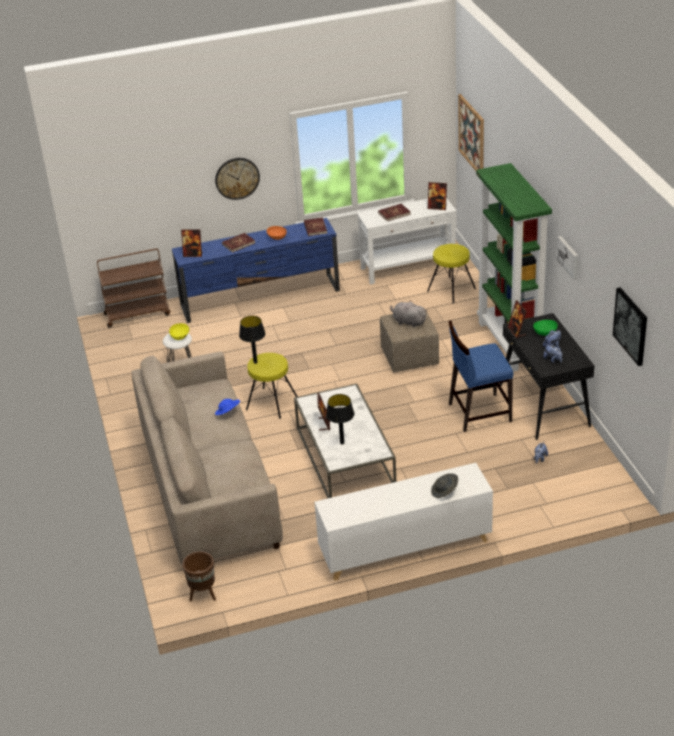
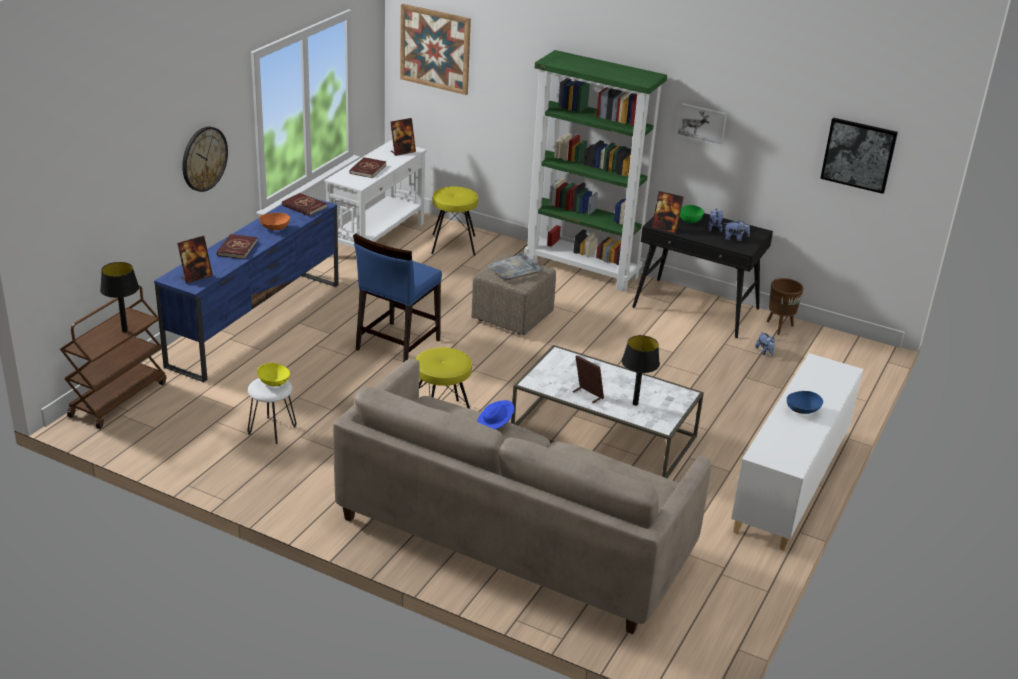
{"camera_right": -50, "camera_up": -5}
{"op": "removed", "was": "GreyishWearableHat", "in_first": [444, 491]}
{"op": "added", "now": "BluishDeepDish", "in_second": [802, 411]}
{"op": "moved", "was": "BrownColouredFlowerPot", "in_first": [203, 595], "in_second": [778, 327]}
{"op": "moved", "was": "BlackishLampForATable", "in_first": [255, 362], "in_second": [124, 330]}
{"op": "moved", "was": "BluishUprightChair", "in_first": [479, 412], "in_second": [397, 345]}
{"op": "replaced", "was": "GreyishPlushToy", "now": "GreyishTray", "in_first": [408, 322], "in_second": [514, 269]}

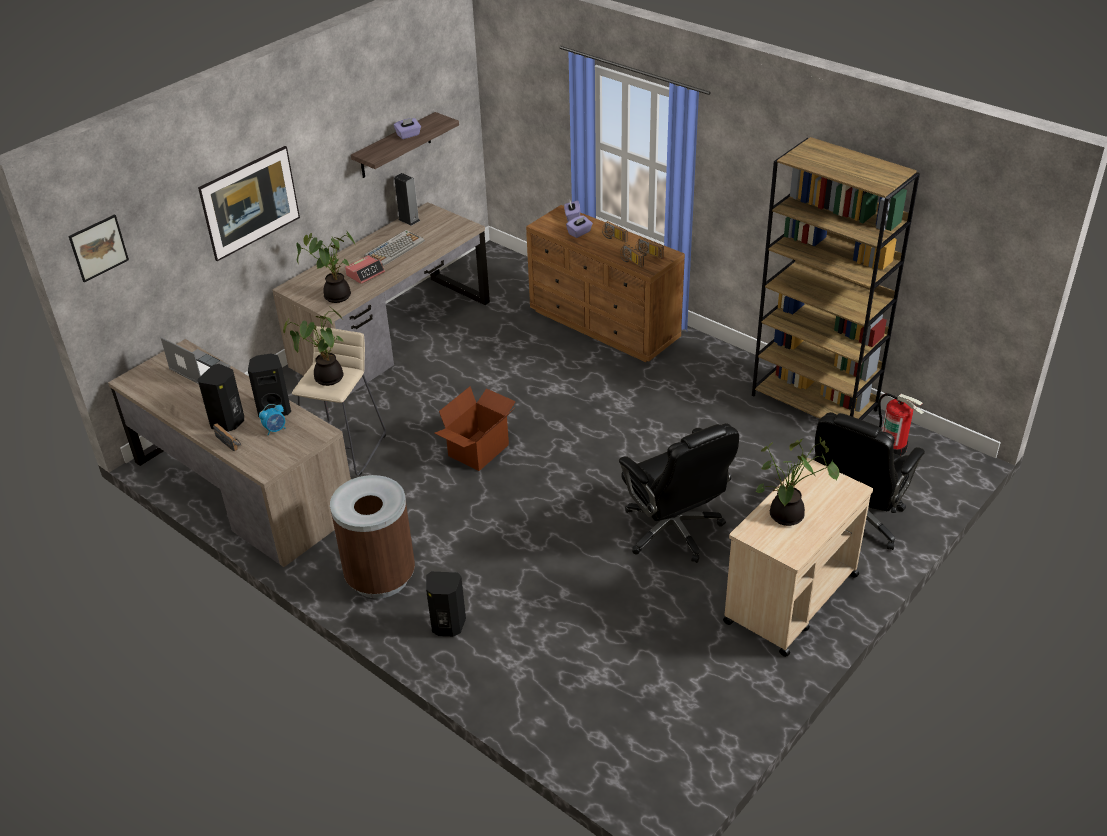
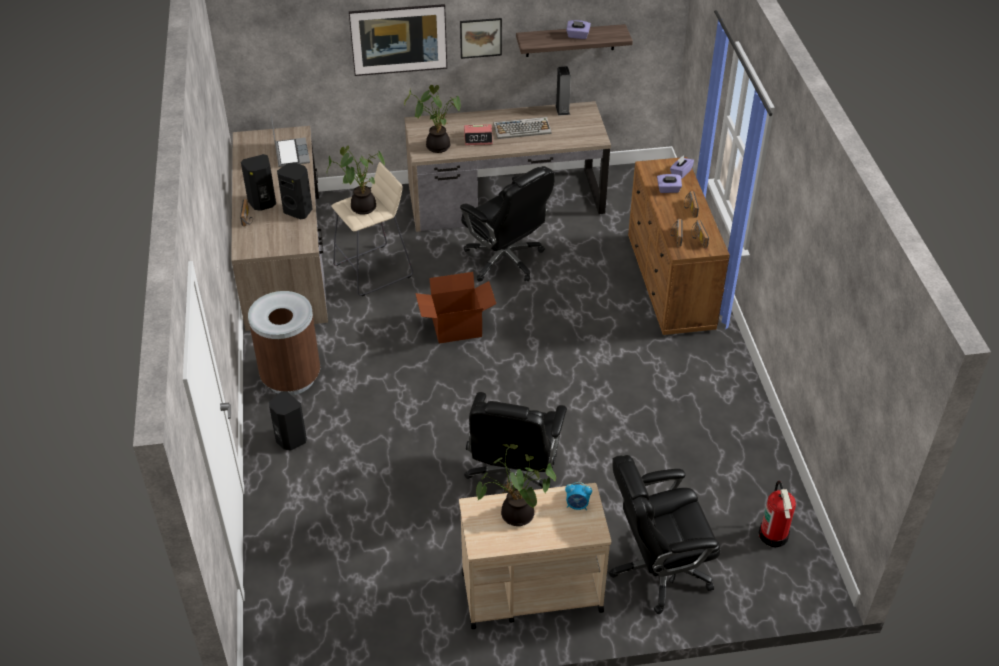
{"camera_right": 40, "camera_up": 5}
{"op": "removed", "was": "BrownColouredBookcase", "in_first": [815, 403]}
{"op": "added", "now": "BlackishOfficeChair", "in_second": [505, 260]}
{"op": "moved", "was": "WallArt", "in_first": [98, 248], "in_second": [481, 37]}
{"op": "moved", "was": "BedsideClock", "in_first": [275, 429], "in_second": [577, 505]}

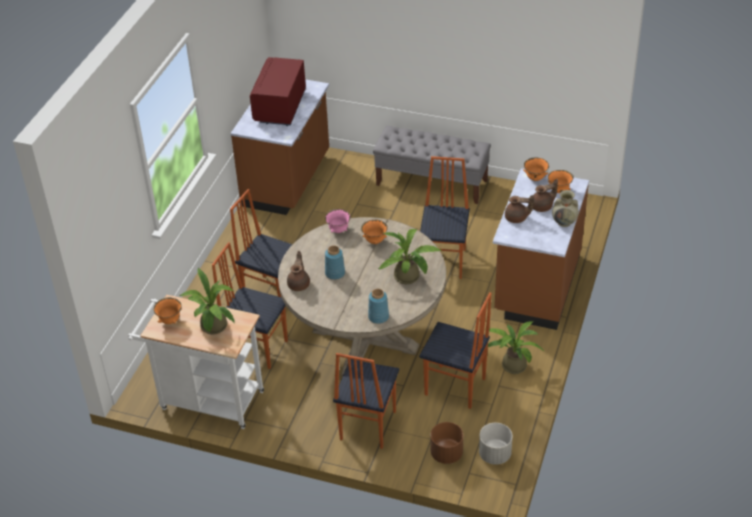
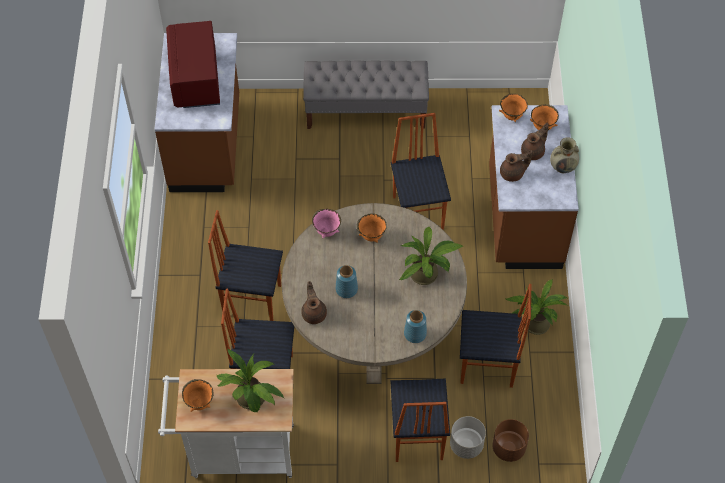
{"camera_right": -20, "camera_up": 15}
{"op": "moved", "was": "GreyishFlowerPot", "in_first": [494, 455], "in_second": [466, 445]}

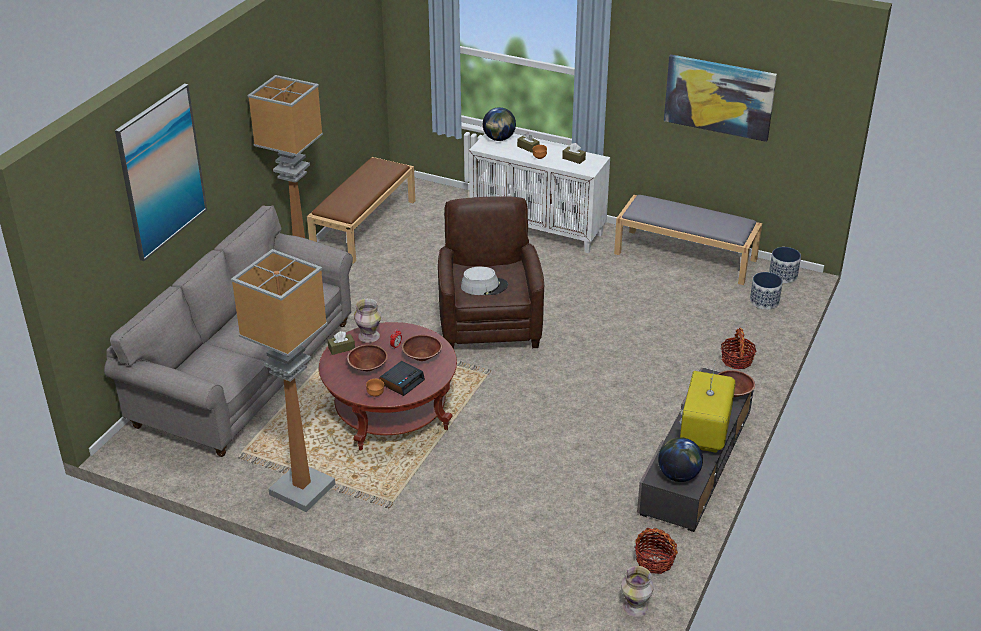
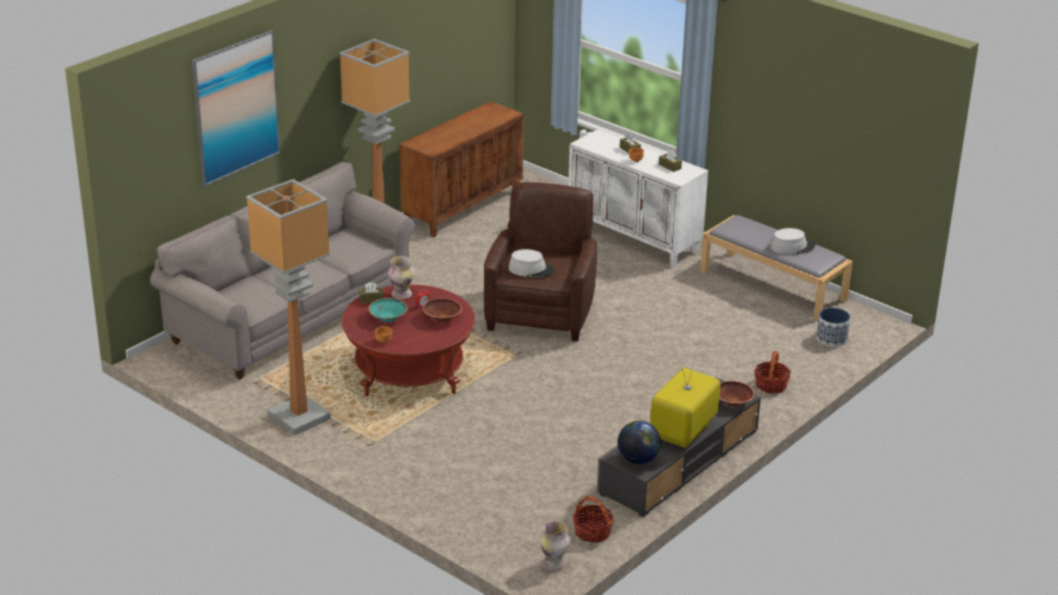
{"camera_right": 15, "camera_up": -5}
{"op": "removed", "was": "BedsideClock", "in_first": [402, 382]}
{"op": "removed", "was": "WorldGlobe", "in_first": [499, 139]}
{"op": "removed", "was": "WallArt", "in_first": [719, 97]}
{"op": "removed", "was": "FlowerPot", "in_first": [783, 275]}
{"op": "added", "now": "GreyishWearableHat", "in_second": [792, 247]}
{"op": "replaced", "was": "BrownColouredBench", "now": "BrownColouredCabinet", "in_first": [364, 225], "in_second": [462, 208]}
{"op": "recoloured", "was": "BrownColouredDeepDish", "now": "BlueGreenDeepDish", "in_first": [368, 366], "in_second": [388, 318]}

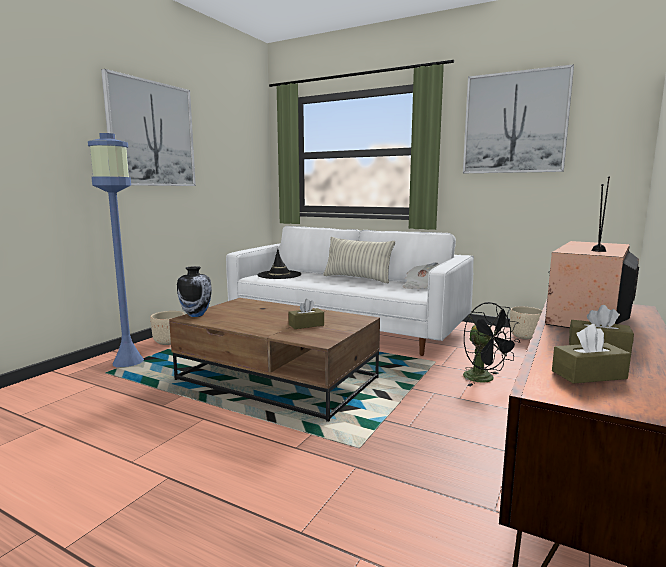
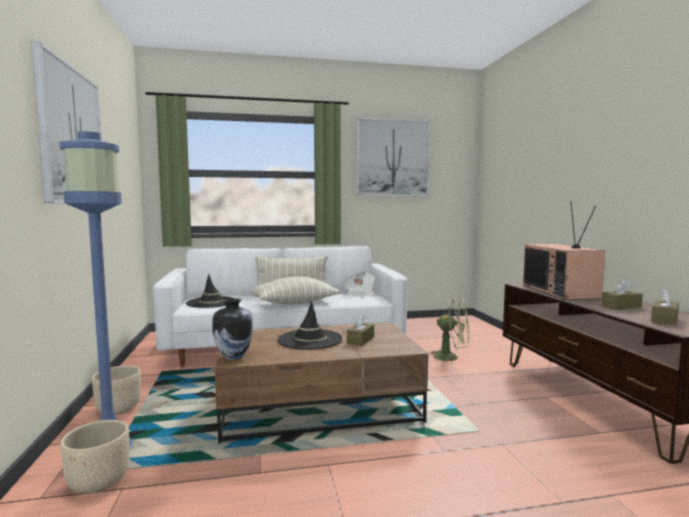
{"camera_right": -40, "camera_up": -5}
{"op": "added", "now": "Pillow", "in_second": [295, 303]}
{"op": "added", "now": "BlackishWearableHat", "in_second": [310, 340]}
{"op": "moved", "was": "BeigeFlowerPot", "in_first": [525, 336], "in_second": [99, 482]}
{"op": "recoloured", "was": "BlackishCoolingFan", "now": "GreenColouredCoolingFan", "in_first": [484, 379], "in_second": [451, 357]}

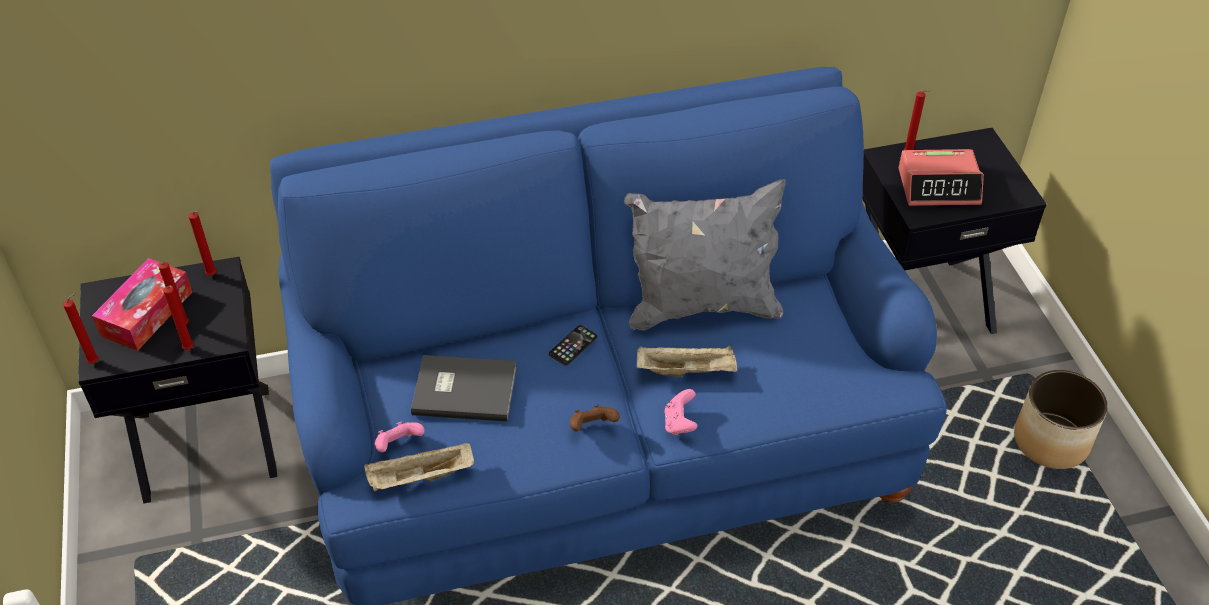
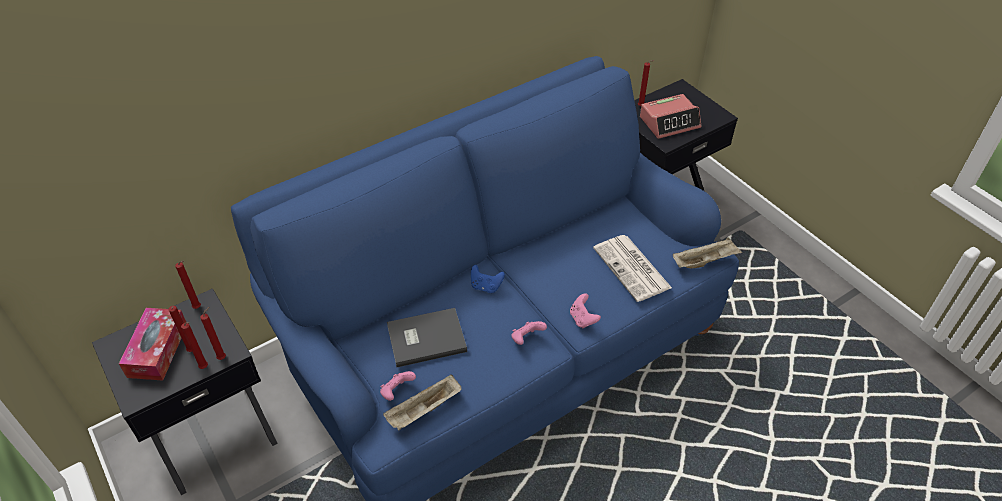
{"camera_right": -20, "camera_up": 0}
{"op": "removed", "was": "GreyishPillow", "in_first": [701, 306]}
{"op": "removed", "was": "FlowerPot", "in_first": [1050, 442]}
{"op": "added", "now": "DailyPaper", "in_second": [633, 269]}
{"op": "moved", "was": "ReddishCandle", "in_first": [96, 362], "in_second": [223, 357]}
{"op": "moved", "was": "BeigeTray", "in_first": [687, 370], "in_second": [705, 261]}
{"op": "replaced", "was": "Telephone", "now": "BluishGameController", "in_first": [573, 345], "in_second": [486, 286]}
{"op": "recoloured", "was": "BrownColouredGameController", "now": "PinkishGameController", "in_first": [592, 427], "in_second": [526, 339]}

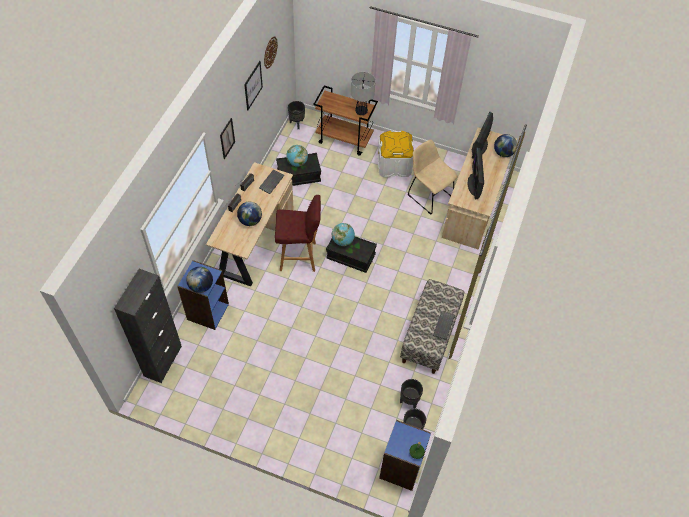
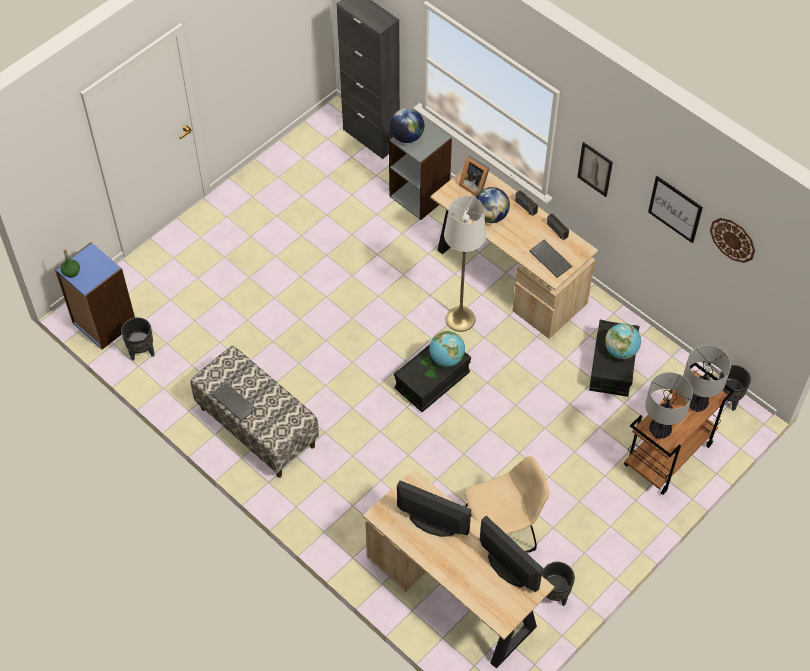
{"camera_right": 115, "camera_up": 0}
{"op": "removed", "was": "WhitishStorageContainer", "in_first": [394, 165]}
{"op": "removed", "was": "WorldGlobe", "in_first": [503, 153]}
{"op": "added", "now": "PhotoFrame", "in_second": [474, 185]}
{"op": "added", "now": "LampForATable", "in_second": [696, 403]}
{"op": "moved", "was": "BlackishFlowerPot", "in_first": [409, 401], "in_second": [553, 595]}
{"op": "replaced", "was": "ReddishStool", "now": "WhitishStandingLamp", "in_first": [299, 257], "in_second": [460, 319]}
{"op": "recoloured", "was": "BluishBookcase", "now": "GreyishBookcase", "in_first": [207, 311], "in_second": [420, 196]}

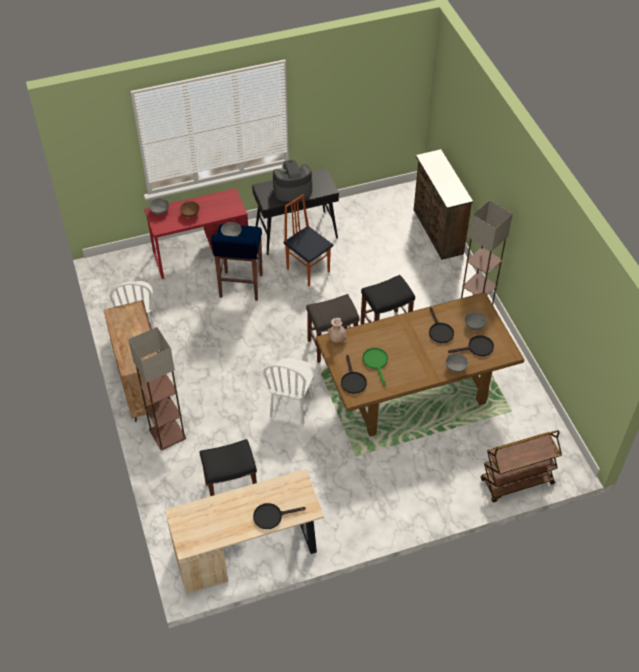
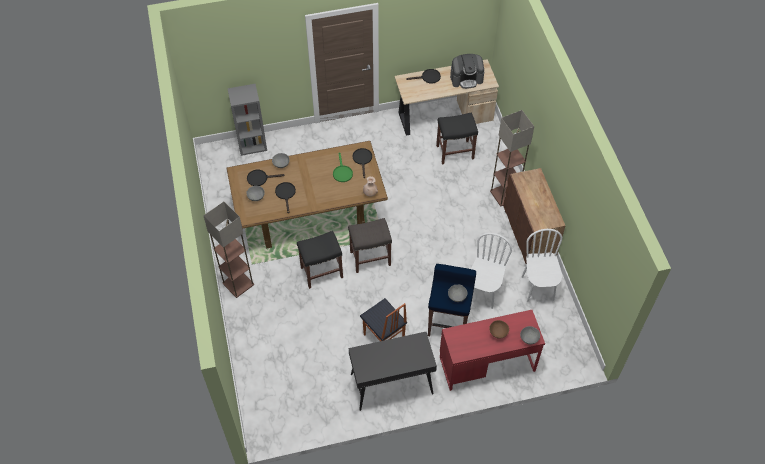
{"camera_right": -175, "camera_up": 5}
{"op": "removed", "was": "BrownColouredChestOfDrawers", "in_first": [437, 232]}
{"op": "moved", "was": "WhitishUprightChair", "in_first": [291, 406], "in_second": [483, 292]}
{"op": "moved", "was": "CoffeeBrewer", "in_first": [292, 190], "in_second": [466, 78]}
{"op": "replaced", "was": "BrownColouredWheeledCart", "now": "GreyishBookcase", "in_first": [516, 482], "in_second": [252, 144]}

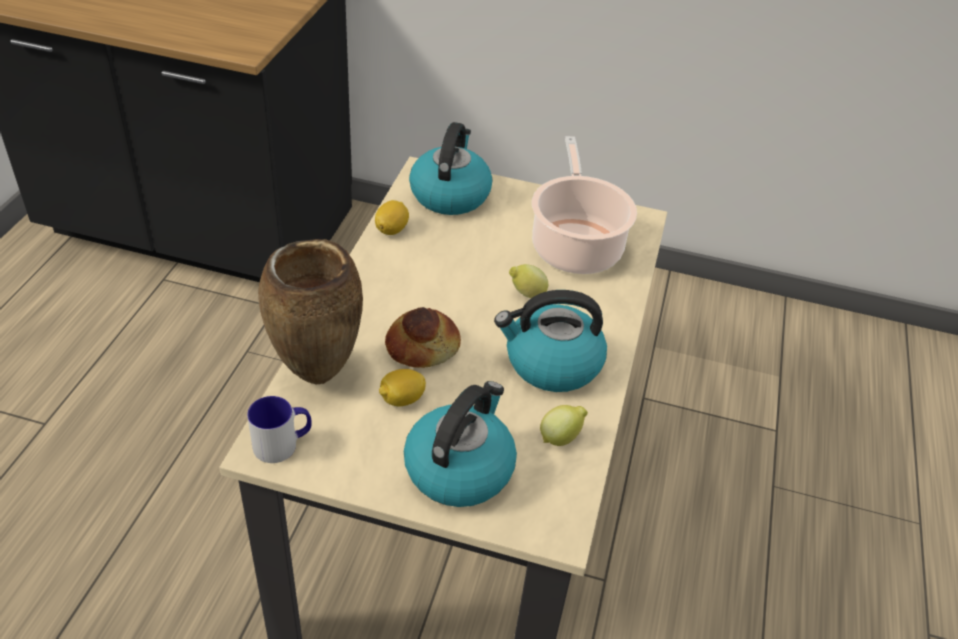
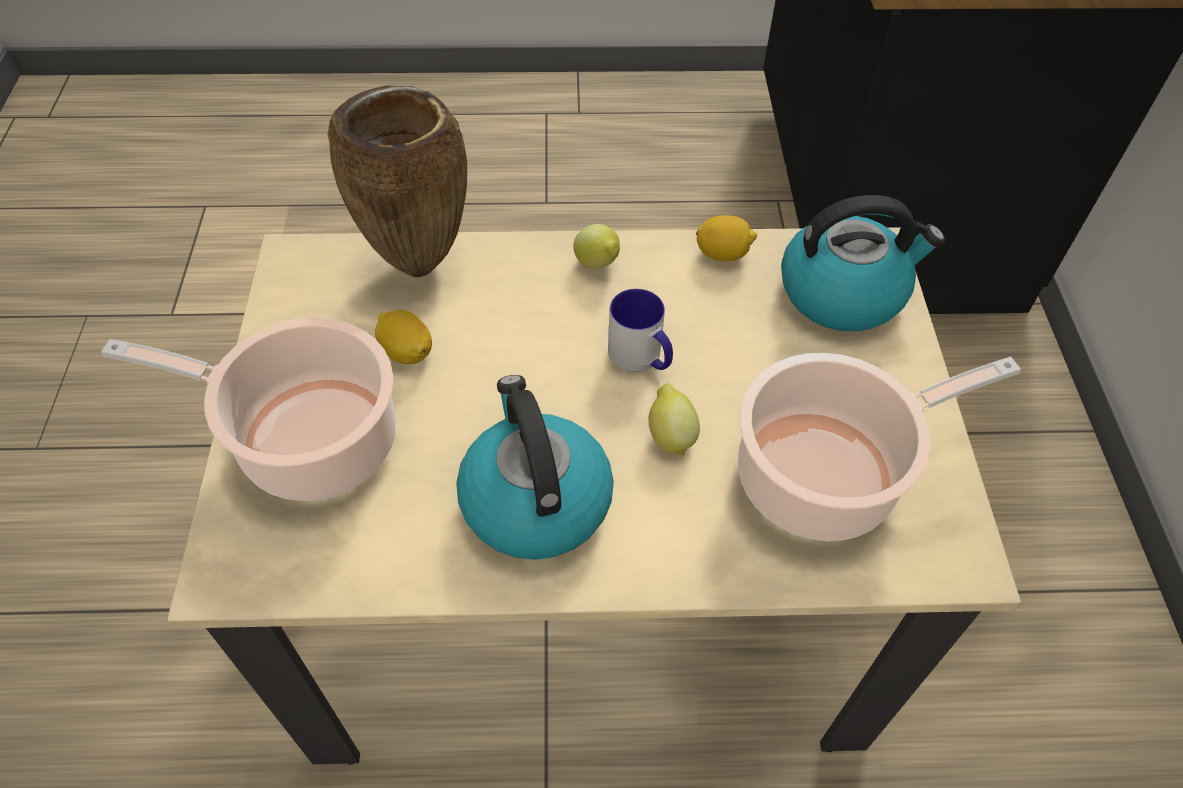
{"camera_right": 75, "camera_up": 10}
{"op": "removed", "was": "BakedBread", "in_first": [422, 346]}
{"op": "moved", "was": "CoffeeMug", "in_first": [283, 444], "in_second": [641, 358]}
{"op": "moved", "was": "WholeLemon", "in_first": [561, 437], "in_second": [598, 265]}
{"op": "replaced", "was": "TeaKettle", "now": "Saucepot", "in_first": [459, 468], "in_second": [308, 440]}

